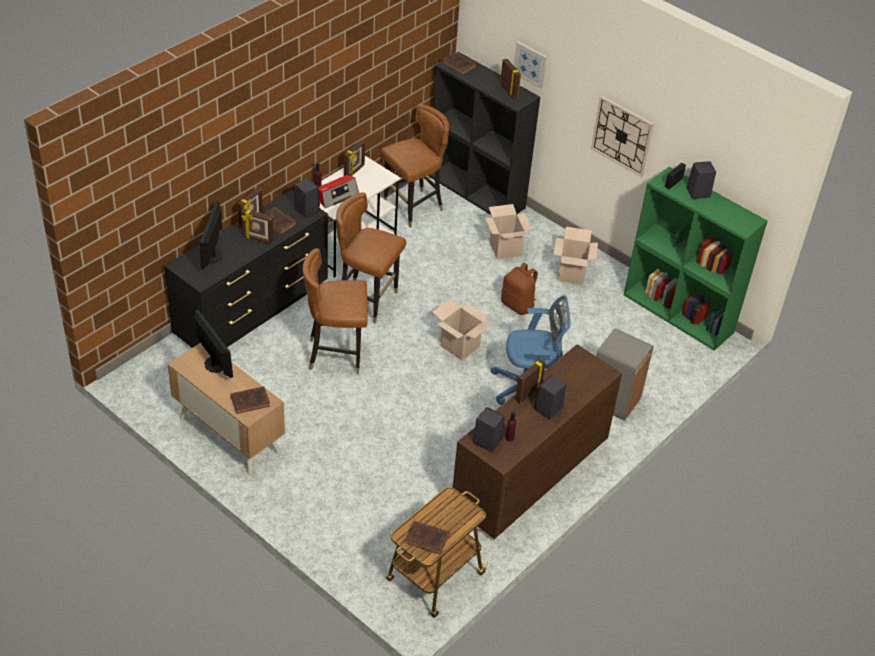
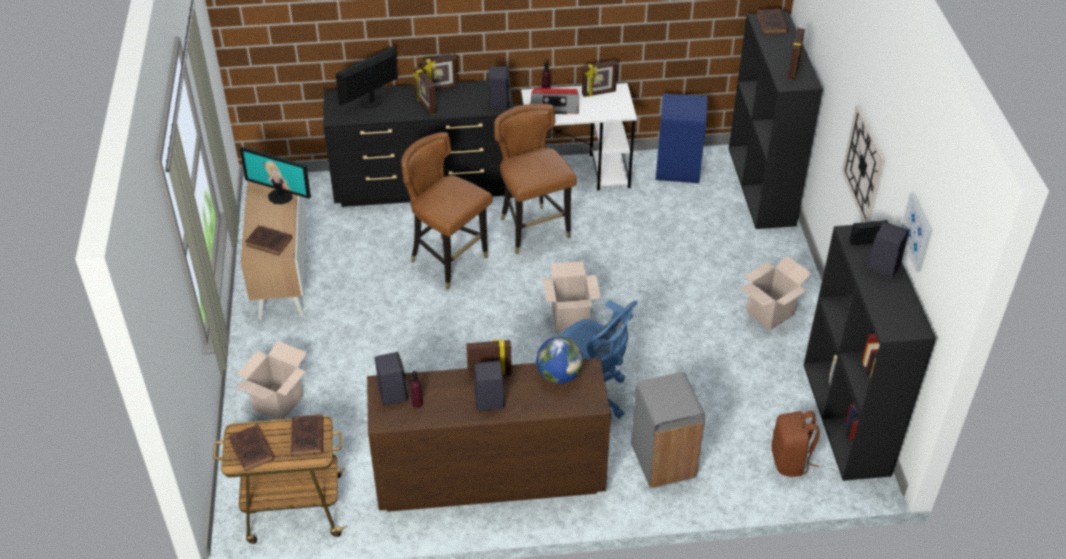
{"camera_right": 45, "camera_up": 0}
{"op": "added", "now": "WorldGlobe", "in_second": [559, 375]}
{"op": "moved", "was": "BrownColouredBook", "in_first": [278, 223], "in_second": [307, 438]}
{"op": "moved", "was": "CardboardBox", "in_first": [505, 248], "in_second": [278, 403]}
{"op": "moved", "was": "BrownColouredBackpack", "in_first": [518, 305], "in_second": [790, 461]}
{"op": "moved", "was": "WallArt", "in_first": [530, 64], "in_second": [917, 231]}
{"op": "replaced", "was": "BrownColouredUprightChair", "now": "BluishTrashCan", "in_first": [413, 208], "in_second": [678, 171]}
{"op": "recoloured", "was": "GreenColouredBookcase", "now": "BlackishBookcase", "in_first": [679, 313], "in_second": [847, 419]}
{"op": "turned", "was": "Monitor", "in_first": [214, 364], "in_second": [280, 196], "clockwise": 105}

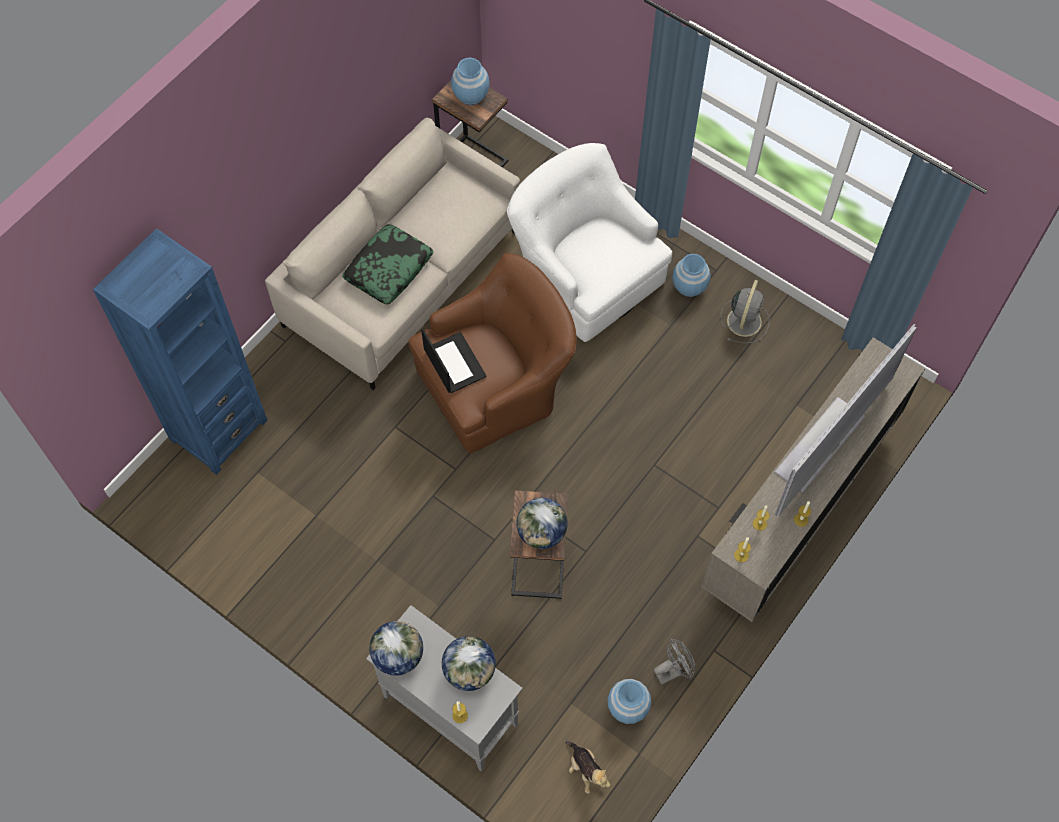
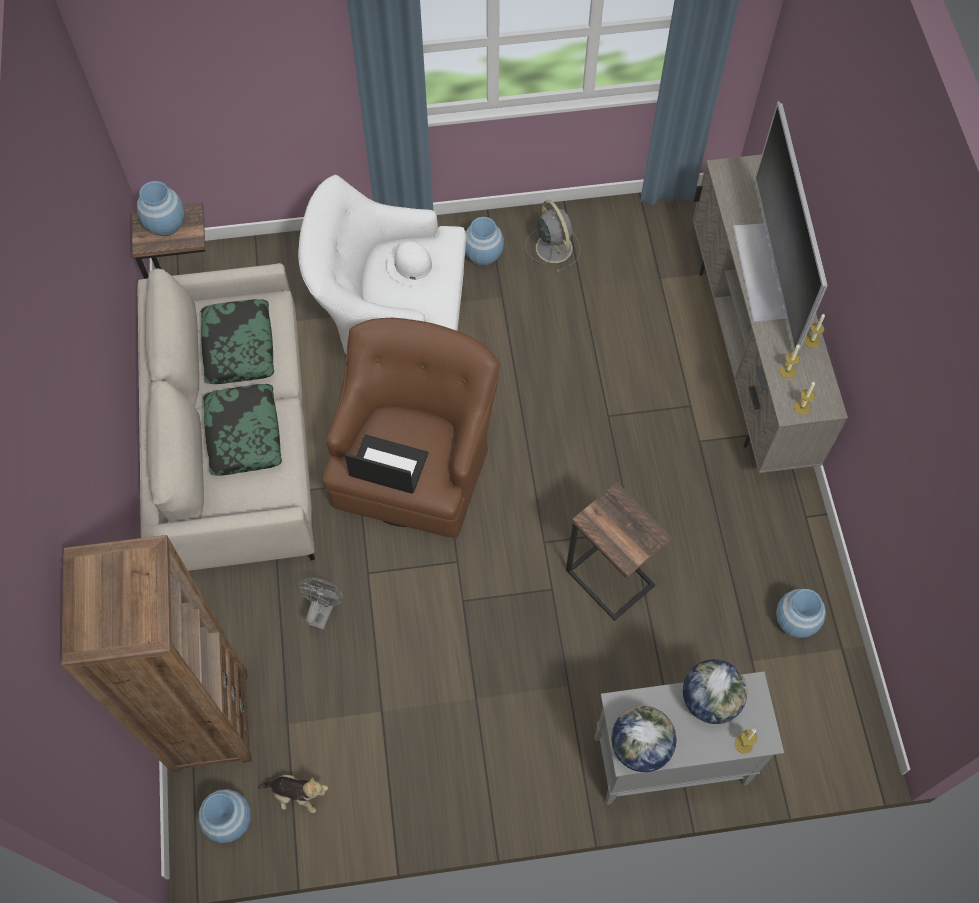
{"camera_right": -45, "camera_up": 0}
{"op": "removed", "was": "WorldGlobe", "in_first": [542, 533]}
{"op": "added", "now": "BluishFlowerVase", "in_second": [229, 821]}
{"op": "added", "now": "Pillow", "in_second": [238, 347]}
{"op": "added", "now": "WhitishWearableHat", "in_second": [413, 265]}
{"op": "moved", "was": "PlushToy", "in_first": [585, 770], "in_second": [297, 795]}
{"op": "moved", "was": "GreyishCoolingFan", "in_first": [672, 670], "in_second": [322, 610]}
{"op": "recoloured", "was": "BluishBookcase", "now": "BrownColouredBookcase", "in_first": [218, 430], "in_second": [209, 720]}

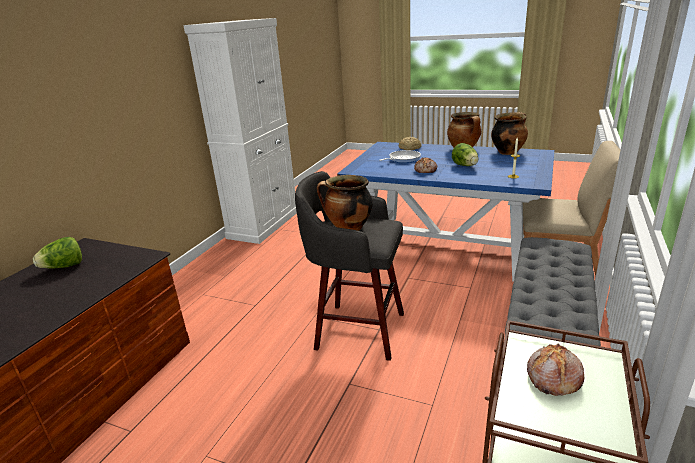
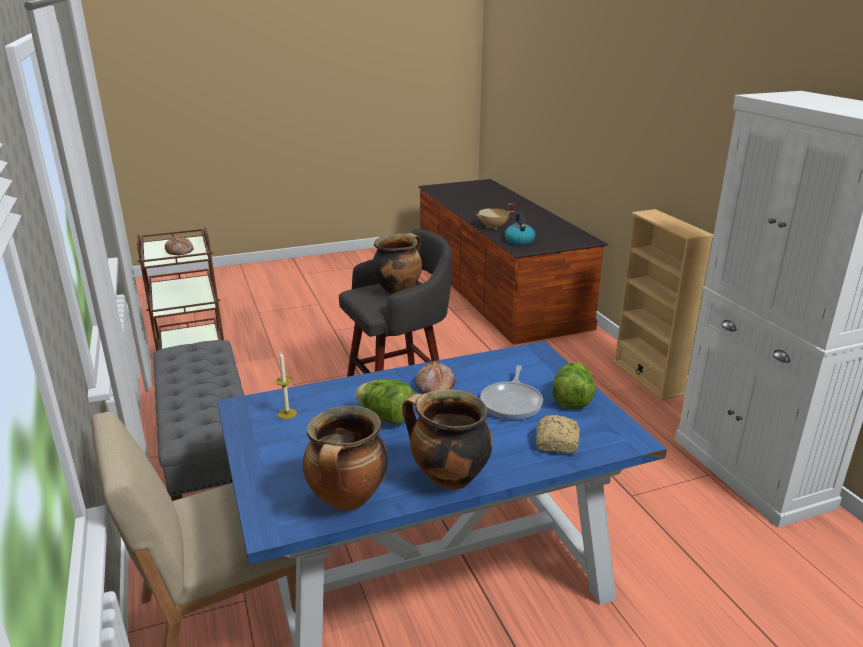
{"camera_right": 135, "camera_up": 0}
{"op": "added", "now": "BeigeSaucepot", "in_second": [494, 227]}
{"op": "added", "now": "TeaKettle", "in_second": [519, 241]}
{"op": "added", "now": "BeigeBookcase", "in_second": [647, 377]}
{"op": "moved", "was": "LettuceHead", "in_first": [64, 267], "in_second": [571, 400]}

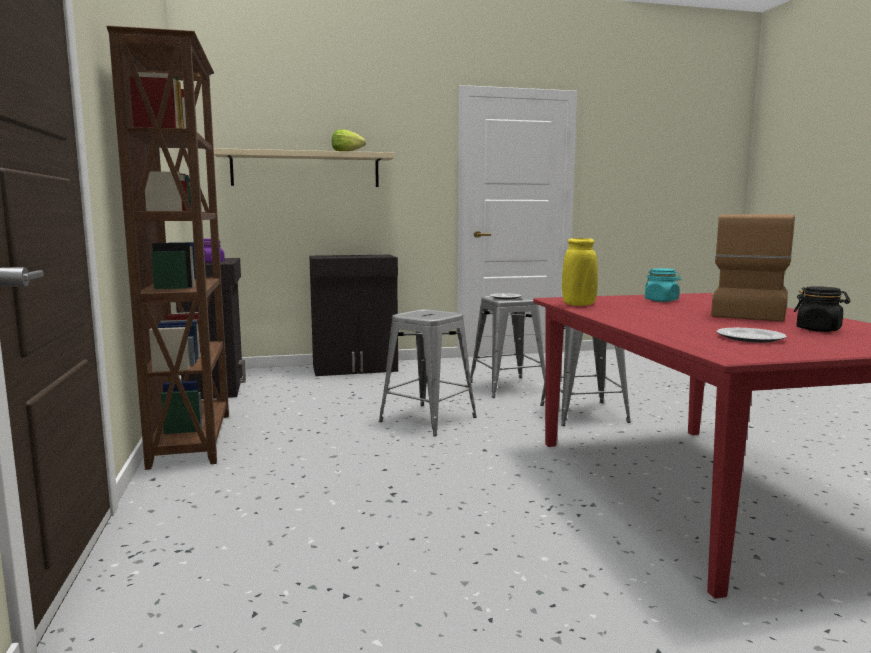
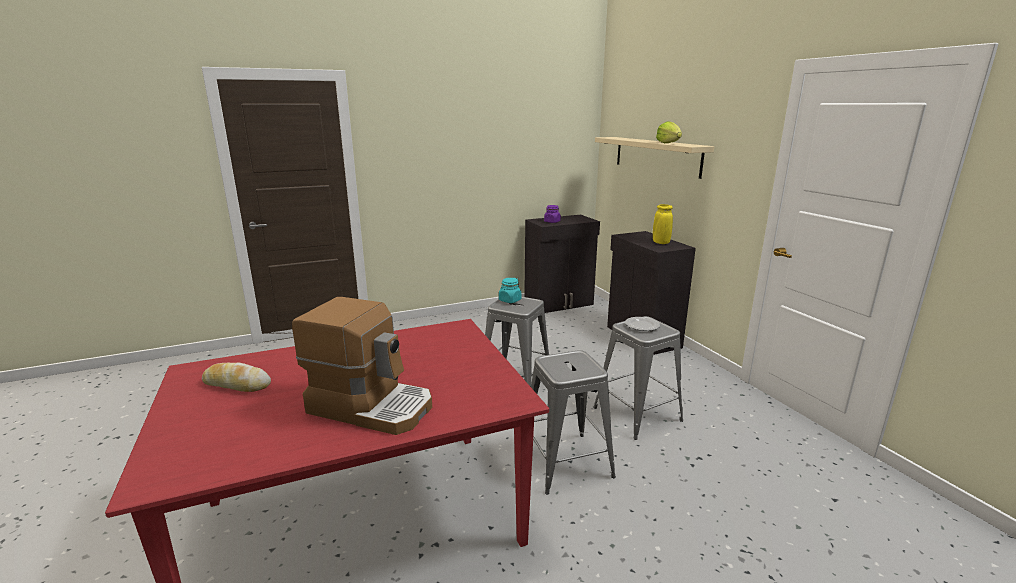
{"camera_right": 80, "camera_up": 10}
{"op": "removed", "was": "BrownColouredBookcase", "in_first": [193, 439]}
{"op": "removed", "was": "BlackishStorageJar", "in_first": [819, 329]}
{"op": "moved", "was": "YellowFlowerVase", "in_first": [578, 305], "in_second": [661, 243]}
{"op": "moved", "was": "BlueGreenStorageJar", "in_first": [661, 300], "in_second": [510, 300]}
{"op": "replaced", "was": "Plate", "now": "BakedBread", "in_first": [750, 338], "in_second": [237, 384]}

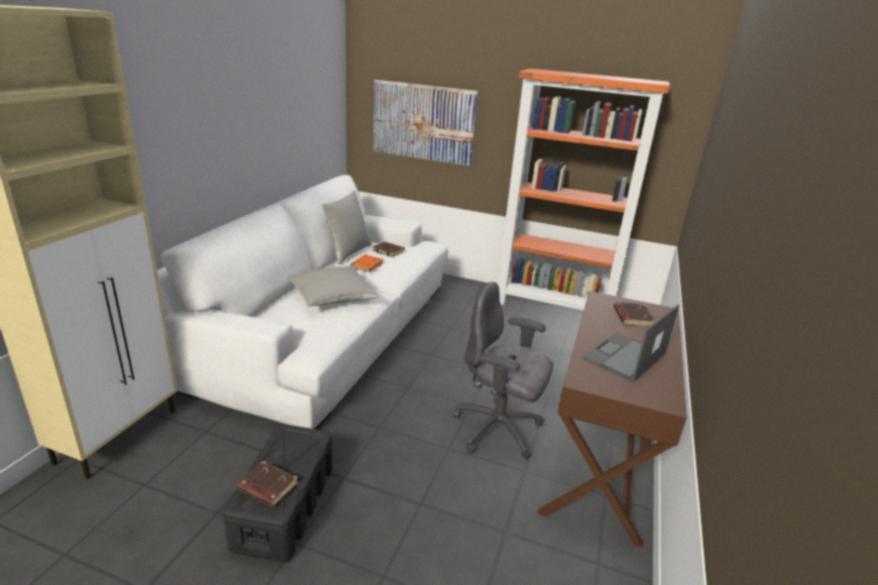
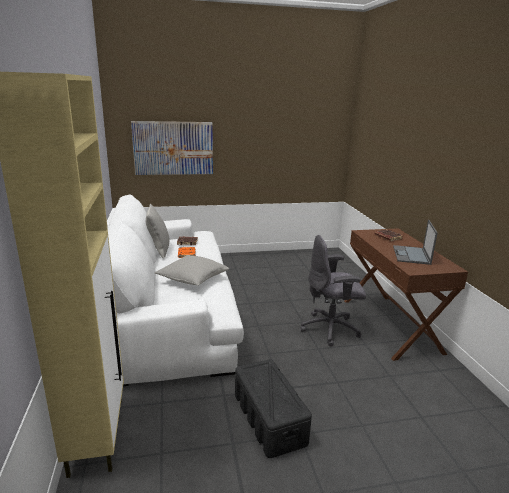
{"camera_right": -30, "camera_up": -5}
{"op": "removed", "was": "BrownColouredBook", "in_first": [267, 487]}
{"op": "removed", "was": "OrangeBookcase", "in_first": [554, 307]}

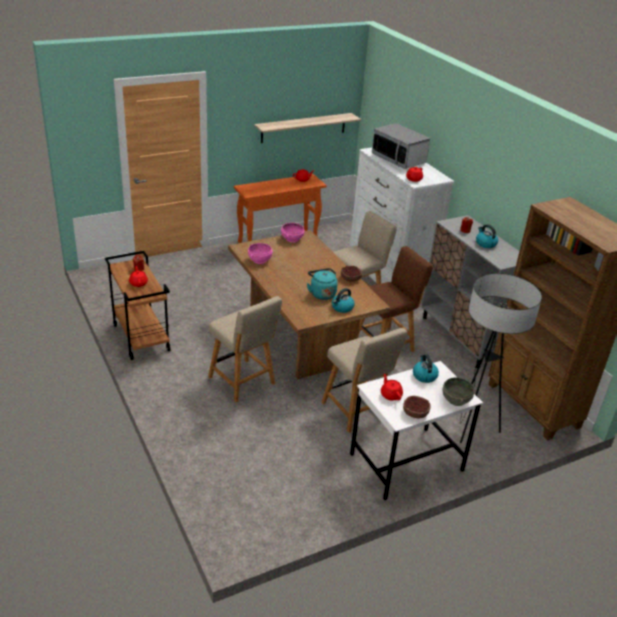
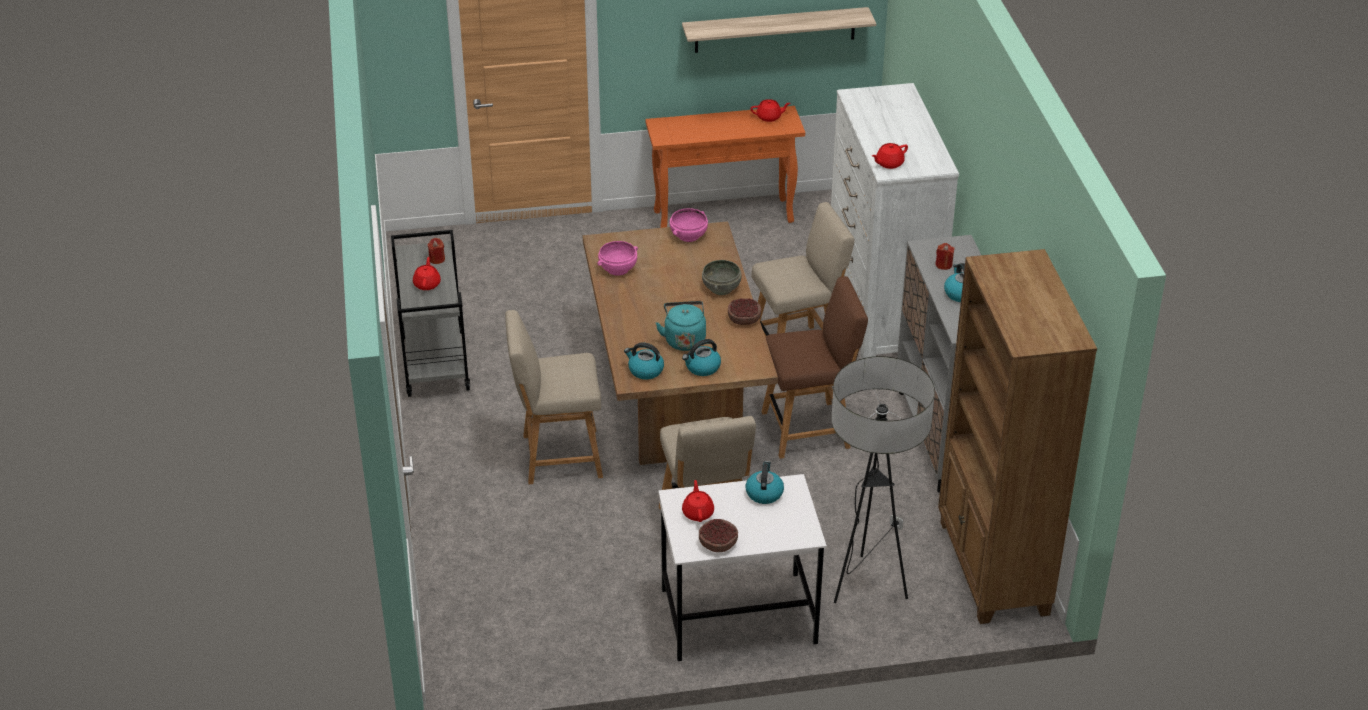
{"camera_right": 20, "camera_up": 5}
{"op": "removed", "was": "KitchenMicrowave", "in_first": [398, 159]}
{"op": "added", "now": "TeaKettle", "in_second": [645, 370]}
{"op": "moved", "was": "GreyishDeepDish", "in_first": [456, 400], "in_second": [722, 288]}
{"op": "recoloured", "was": "BrownColouredWheeledCart", "now": "GreyishWheeledCart", "in_first": [140, 338], "in_second": [434, 363]}
{"op": "turned", "was": "BeigeUprightChair", "in_first": [243, 382], "in_second": [557, 456], "clockwise": 105}

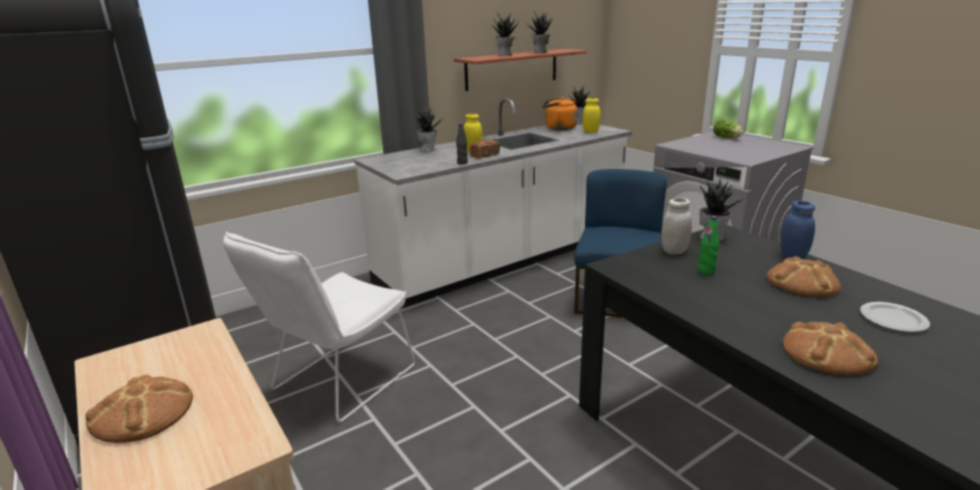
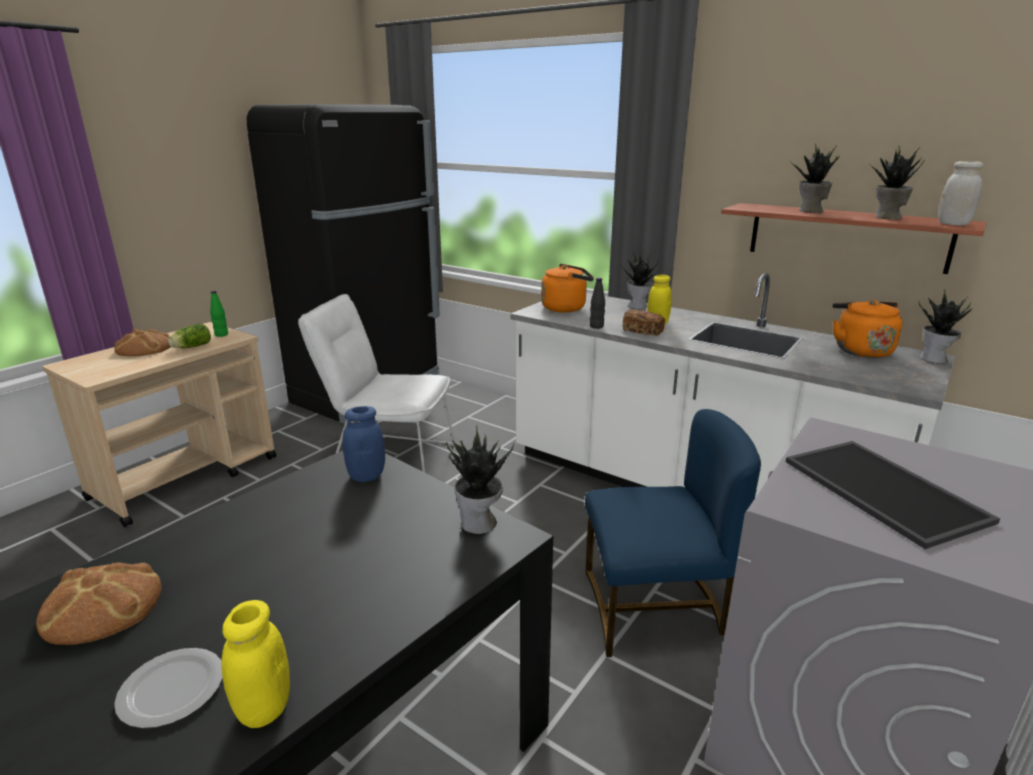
{"camera_right": 70, "camera_up": 0}
{"op": "removed", "was": "BakedBread", "in_first": [802, 282]}
{"op": "added", "now": "OrangeTeaKettle", "in_second": [566, 308]}
{"op": "added", "now": "Tray", "in_second": [886, 490]}
{"op": "moved", "was": "YellowStorageJar", "in_first": [590, 131], "in_second": [264, 708]}
{"op": "moved", "was": "WhitishStorageJar", "in_first": [674, 251], "in_second": [953, 224]}
{"op": "moved", "was": "GreenColouredDrinkBottle", "in_first": [706, 271], "in_second": [221, 335]}
{"op": "moved", "was": "LettuceHead", "in_first": [727, 138], "in_second": [191, 347]}
{"op": "moved", "was": "BluishStorageJar", "in_first": [793, 256], "in_second": [366, 476]}

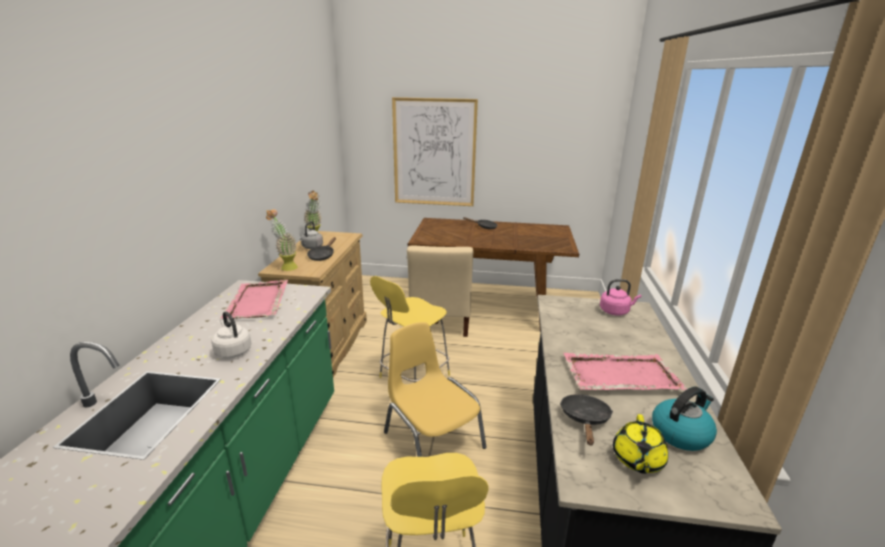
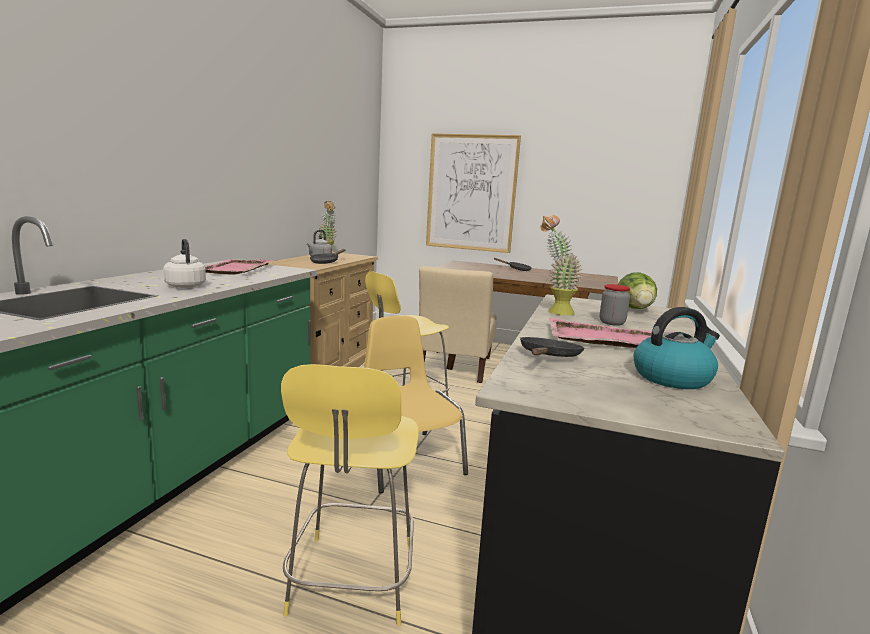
{"camera_right": 10, "camera_up": -10}
{"op": "removed", "was": "YellowPotForTea", "in_first": [637, 459]}
{"op": "added", "now": "StorageJar", "in_second": [612, 323]}
{"op": "moved", "was": "PottedPlant", "in_first": [285, 267], "in_second": [554, 311]}
{"op": "replaced", "was": "PinkishTeaKettle", "now": "LettuceHead", "in_first": [615, 311], "in_second": [636, 309]}

